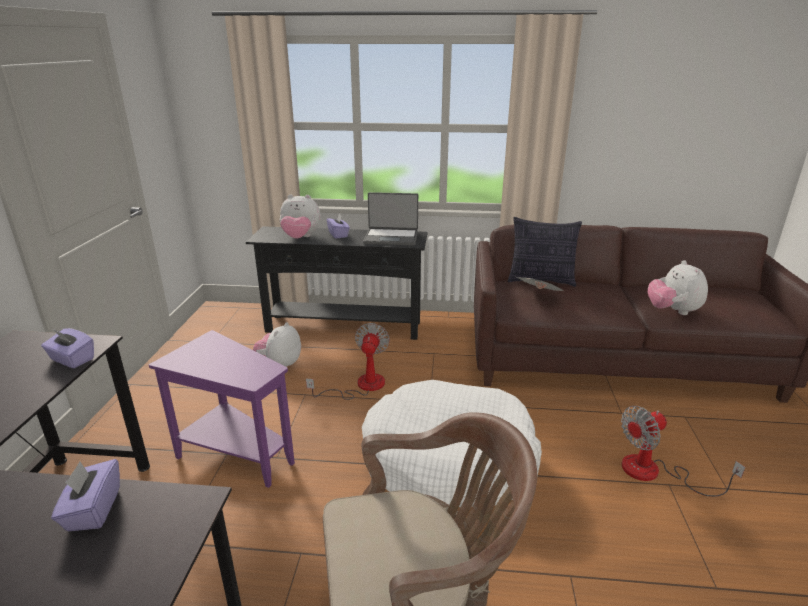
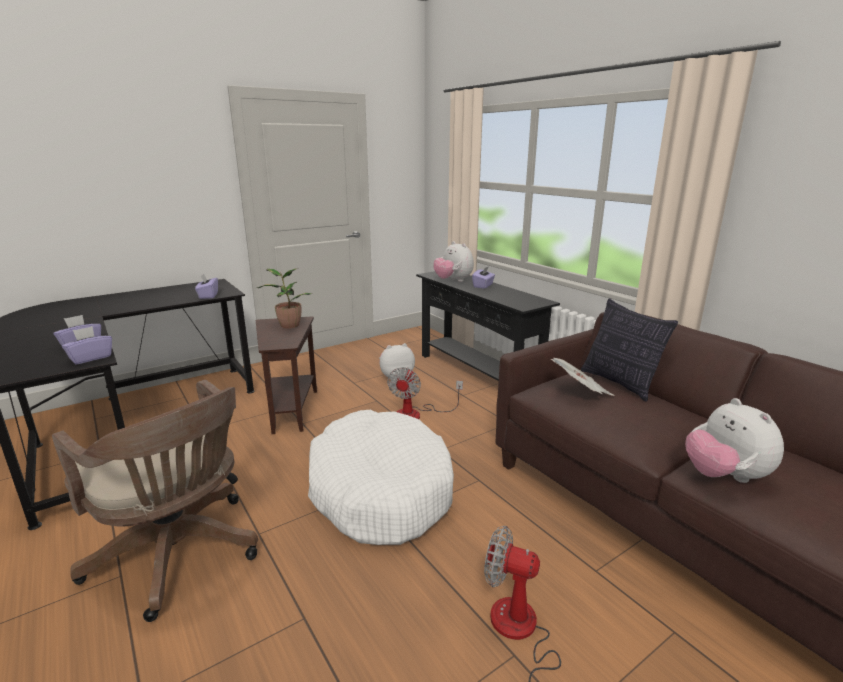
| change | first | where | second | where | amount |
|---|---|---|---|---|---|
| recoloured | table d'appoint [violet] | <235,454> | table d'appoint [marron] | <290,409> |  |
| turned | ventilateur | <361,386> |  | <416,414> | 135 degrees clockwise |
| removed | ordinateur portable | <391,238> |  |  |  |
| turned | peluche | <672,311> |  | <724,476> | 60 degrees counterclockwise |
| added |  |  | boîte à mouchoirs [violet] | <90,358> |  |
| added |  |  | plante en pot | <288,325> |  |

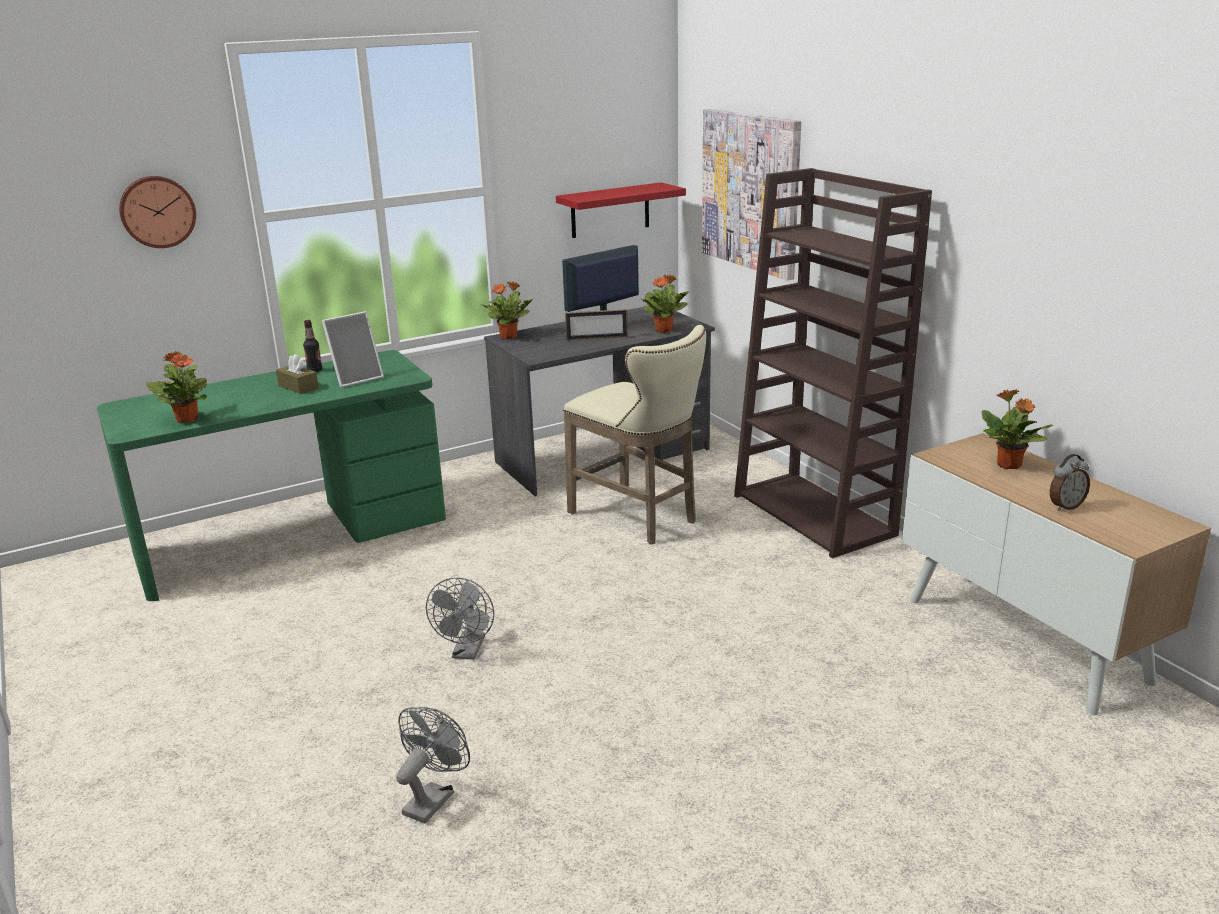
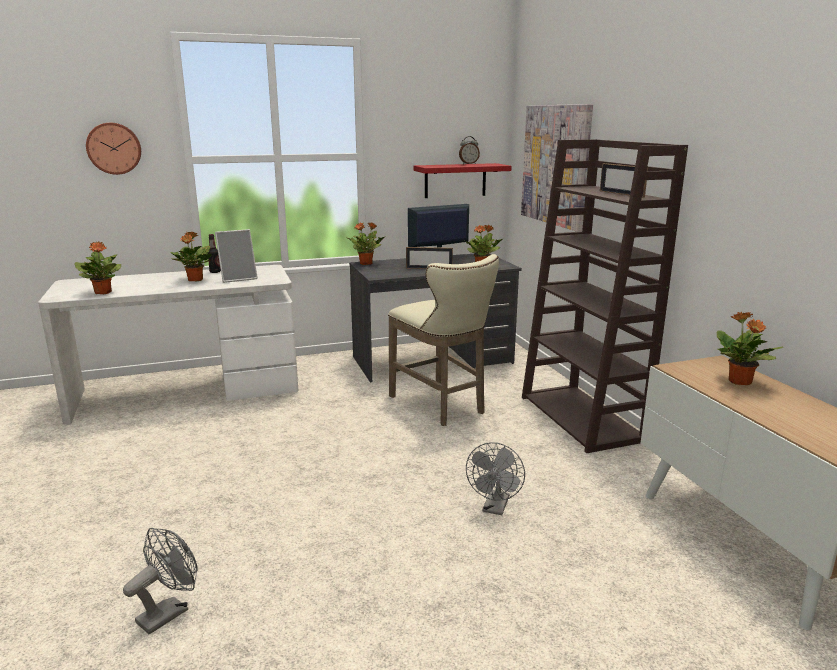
| change | first | where | second | where | amount |
|---|---|---|---|---|---|
| recoloured | bureau [vert] | <293,536> | bureau [blanc] | <187,391> |  |
| replaced | boîte à mouchoirs [marron] | <298,387> | plante en pot | <195,280> |  |
| moved | ventilateur [gris] | <467,652> |  | <495,508> |  |
| moved | réveil | <1065,506> |  | <468,164> |  |
| added |  |  | cadre photo | <621,194> |  |

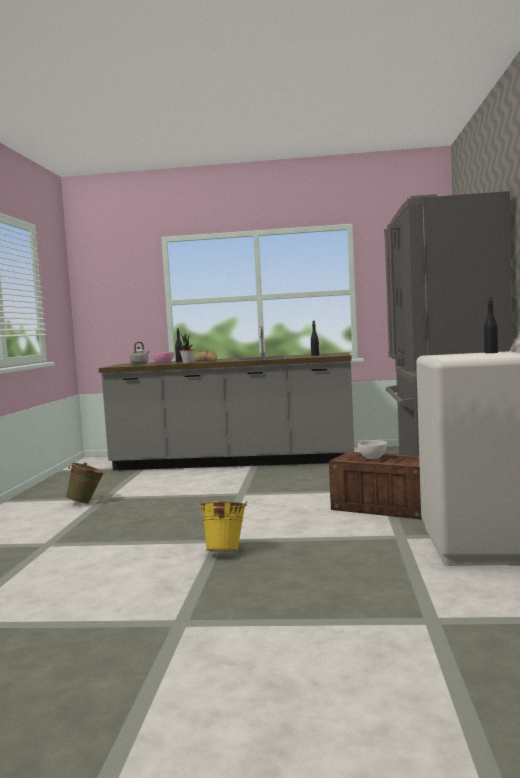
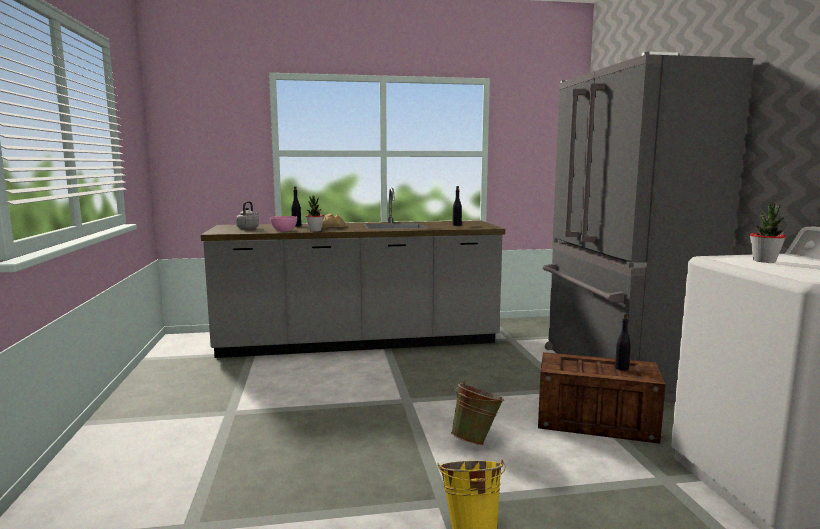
| change | first | where | second | where | amount |
|---|---|---|---|---|---|
| moved | seau [vert] | <87,502> |  | <476,440> |  |
| removed | bol [blanc] | <373,458> |  |  |  |
| moved | bouteille [noir] | <491,352> |  | <621,368> |  |
| added |  |  | plante en pot | <764,261> |  |

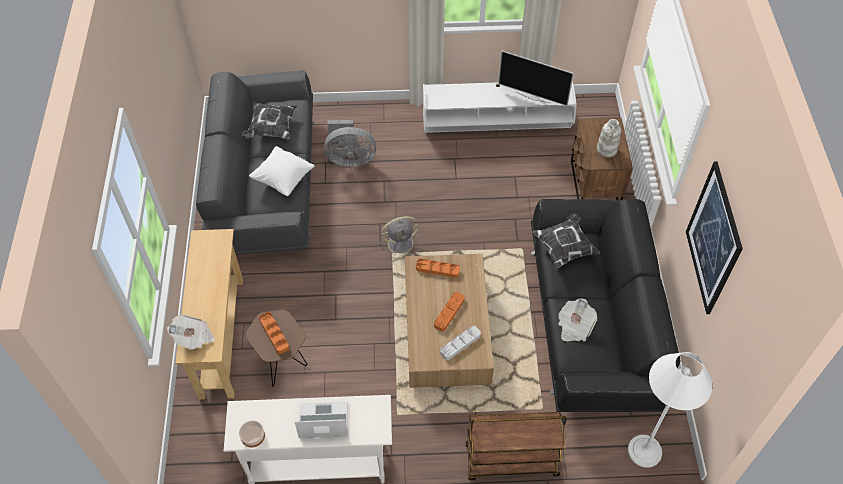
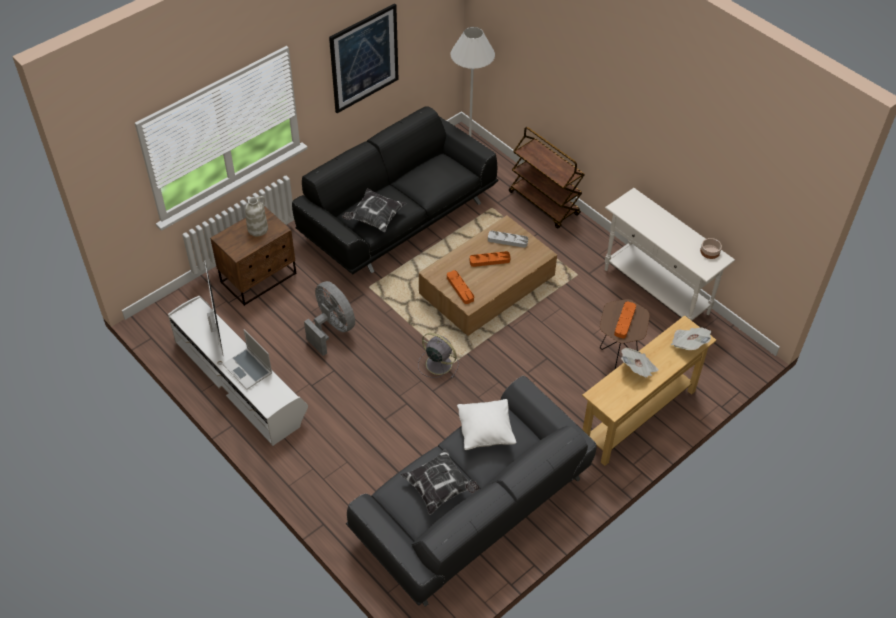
| change | first | where | second | where | amount |
|---|---|---|---|---|---|
| moved | ordinateur portable | <322,422> |  | <248,369> |  |
| moved | ventilateur [gris] | <350,158> |  | <332,329> |  |
| moved | journal | <574,326> |  | <638,369> |  |

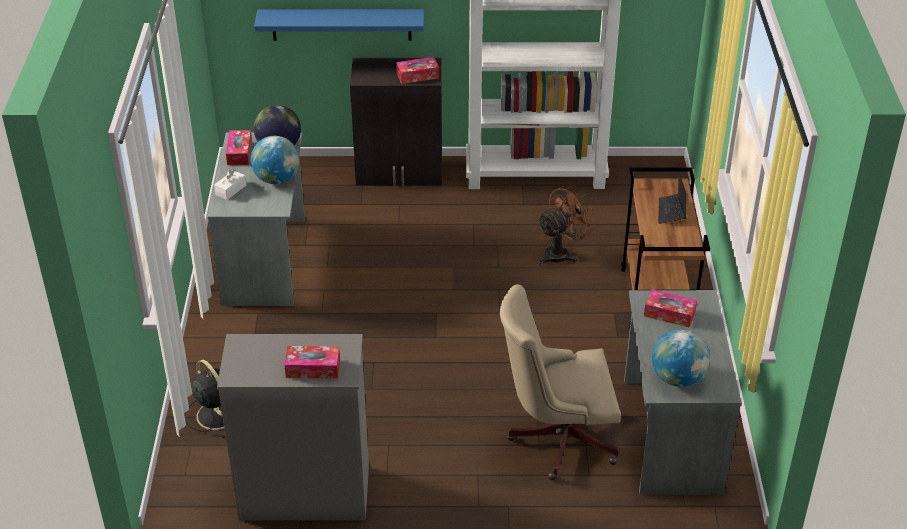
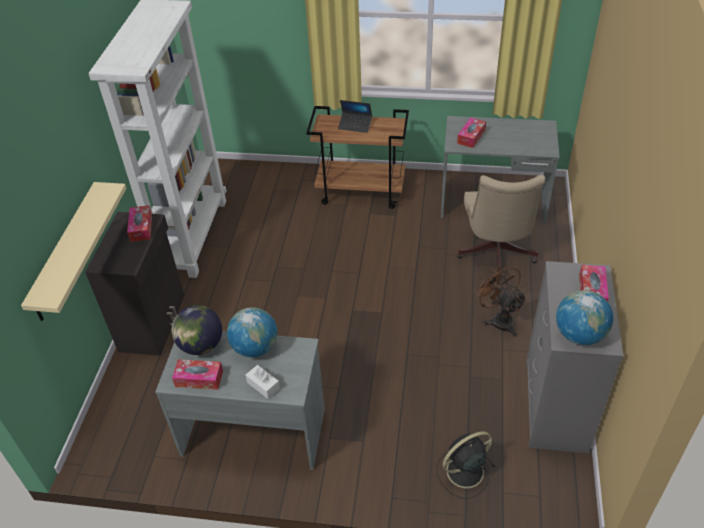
| change | first | where | second | where | amount |
|---|---|---|---|---|---|
| recoloured | étagère [bleu] | <341,24> | étagère [beige] | <66,252> |  |
| moved | ventilateur [marron] | <561,253> |  | <499,319> |  |
| moved | globe | <678,378> |  | <579,335> |  |

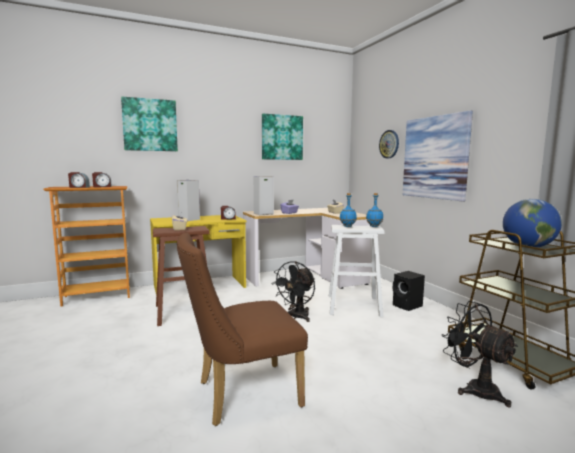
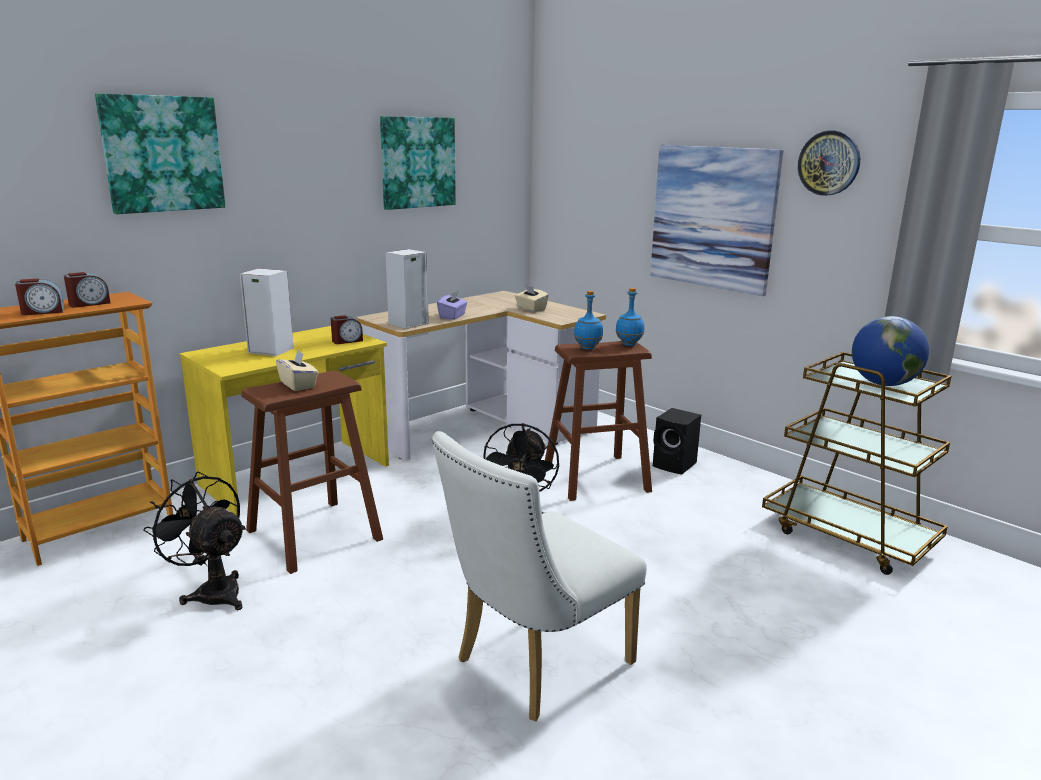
| change | first | where | second | where | amount |
|---|---|---|---|---|---|
| recoloured | chaise [marron] | <241,395> | chaise [blanc] | <534,666> |  |
| recoloured | tabouret [blanc] | <353,305> | tabouret [marron] | <595,477> |  |
| moved | horloge murale | <389,144> |  | <829,163> |  |
| moved | ventilateur [noir] | <475,388> |  | <212,591> |  |

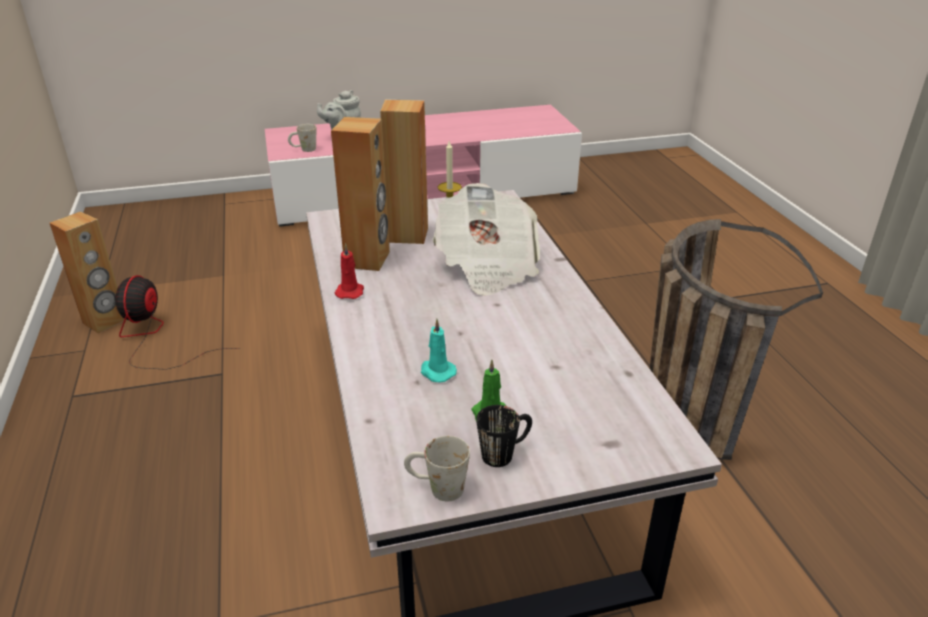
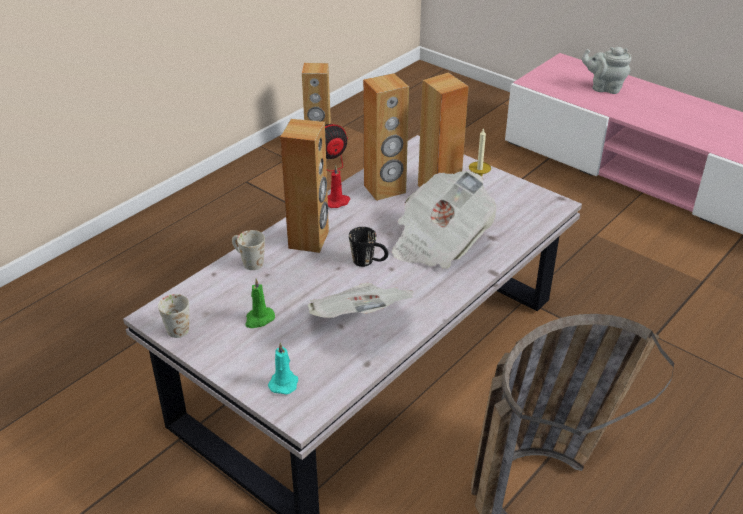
| change | first | where | second | where | amount |
|---|---|---|---|---|---|
| moved | mug [blanc] | <304,150> |  | <248,262> |  |
| moved | bougie [turquoise] | <436,372> |  | <284,383> |  |
| moved | mug [noir] | <505,452> |  | <369,262> |  |
| added |  |  | enceinte [marron] | <309,240> |  |
| added |  |  | journal | <359,321> |  |

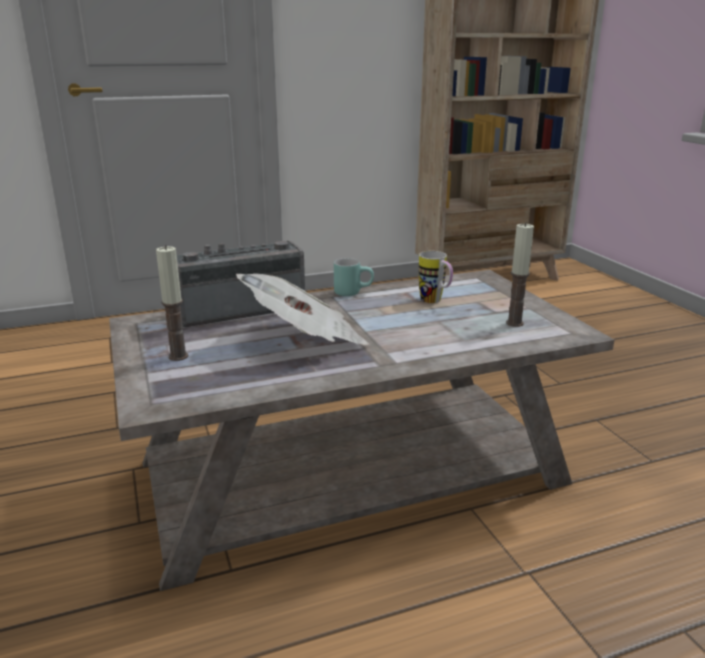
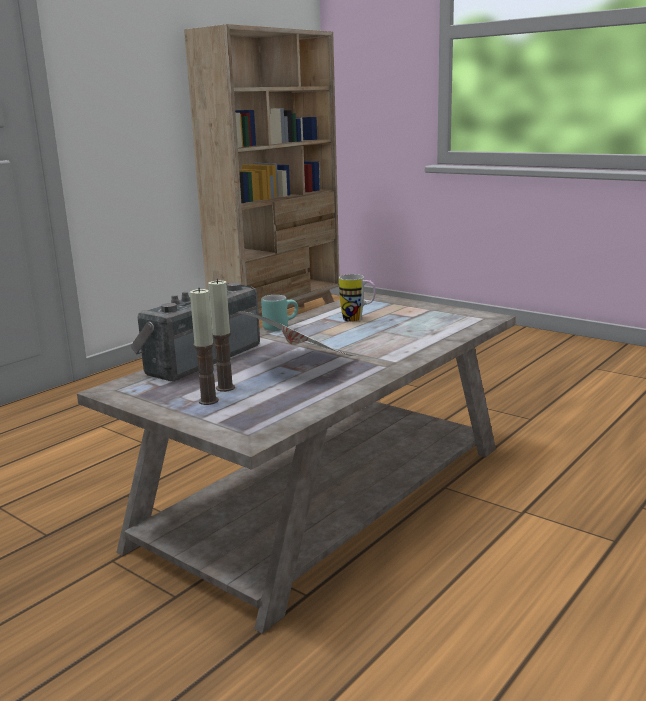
| change | first | where | second | where | amount |
|---|---|---|---|---|---|
| moved | bougie | <514,323> |  | <225,388> |  |

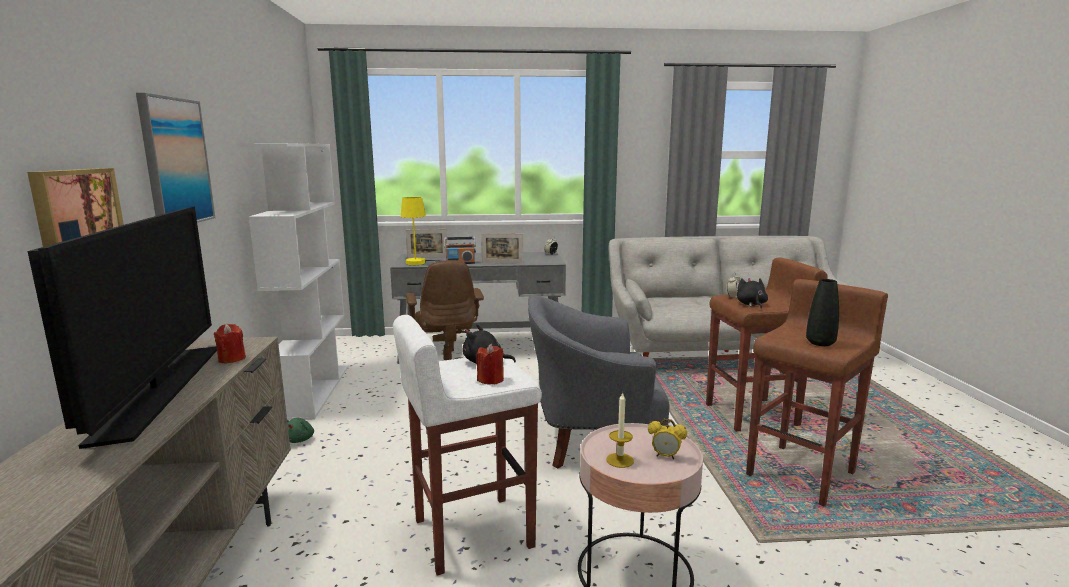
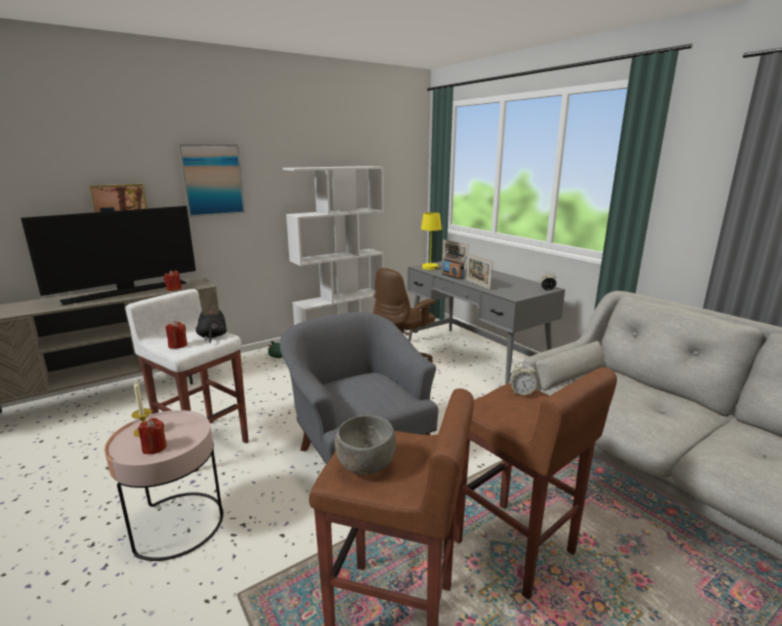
| change | first | where | second | where | amount |
|---|---|---|---|---|---|
| replaced | réveil | <665,456> | bougie [rouge] | <154,448> |  |
| removed | peluche [noir] | <751,305> |  |  |  |
| replaced | vase [noir] | <820,343> | bol [gris] | <365,466> |  |

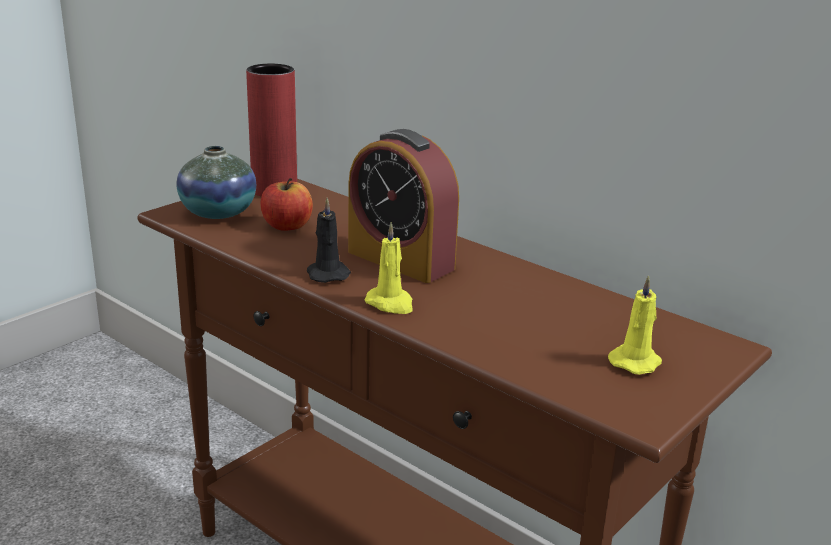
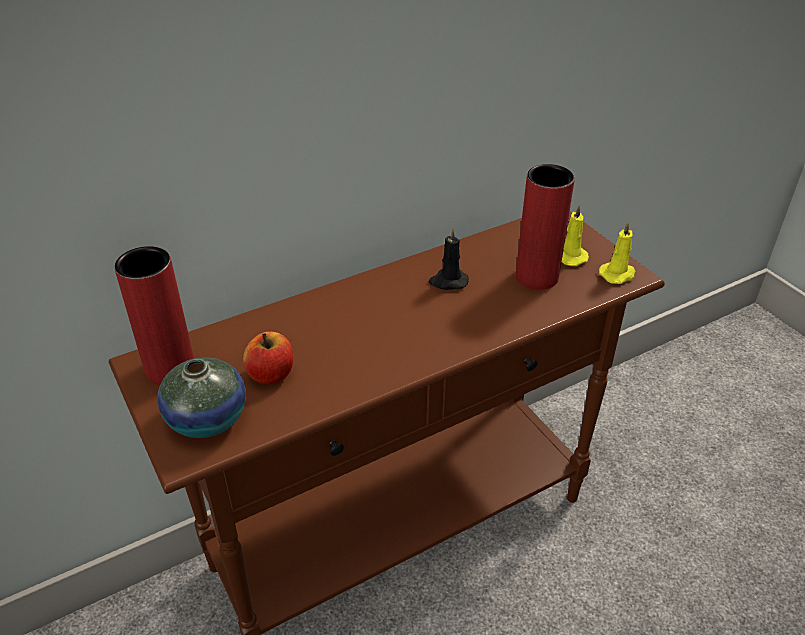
| change | first | where | second | where | amount |
|---|---|---|---|---|---|
| moved | bougie [noir] | <327,274> |  | <448,281> |  |
| removed | réveil | <401,260> |  |  |  |
| moved | bougie [jaune] | <390,304> |  | <618,274> |  |
| added |  |  | vase [rouge] | <536,277> |  |

